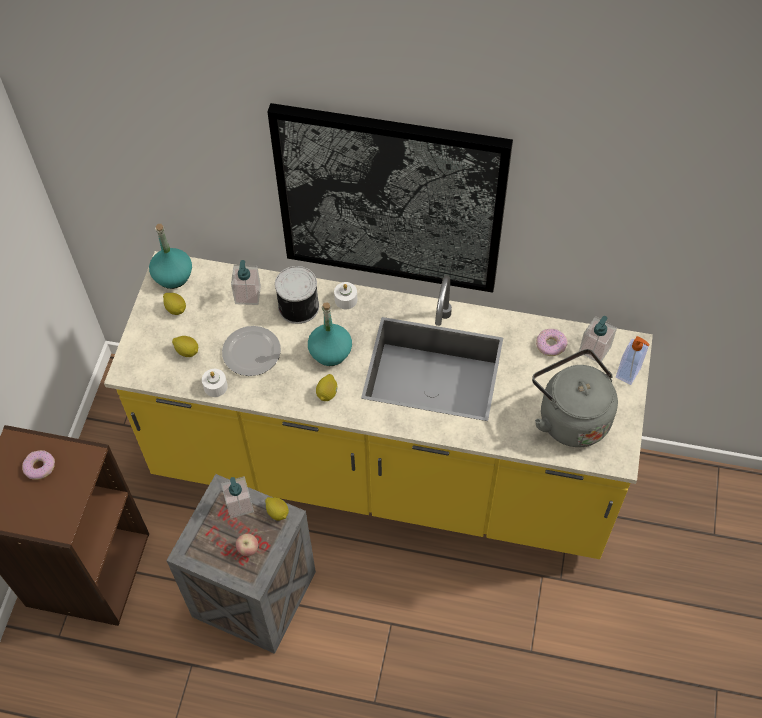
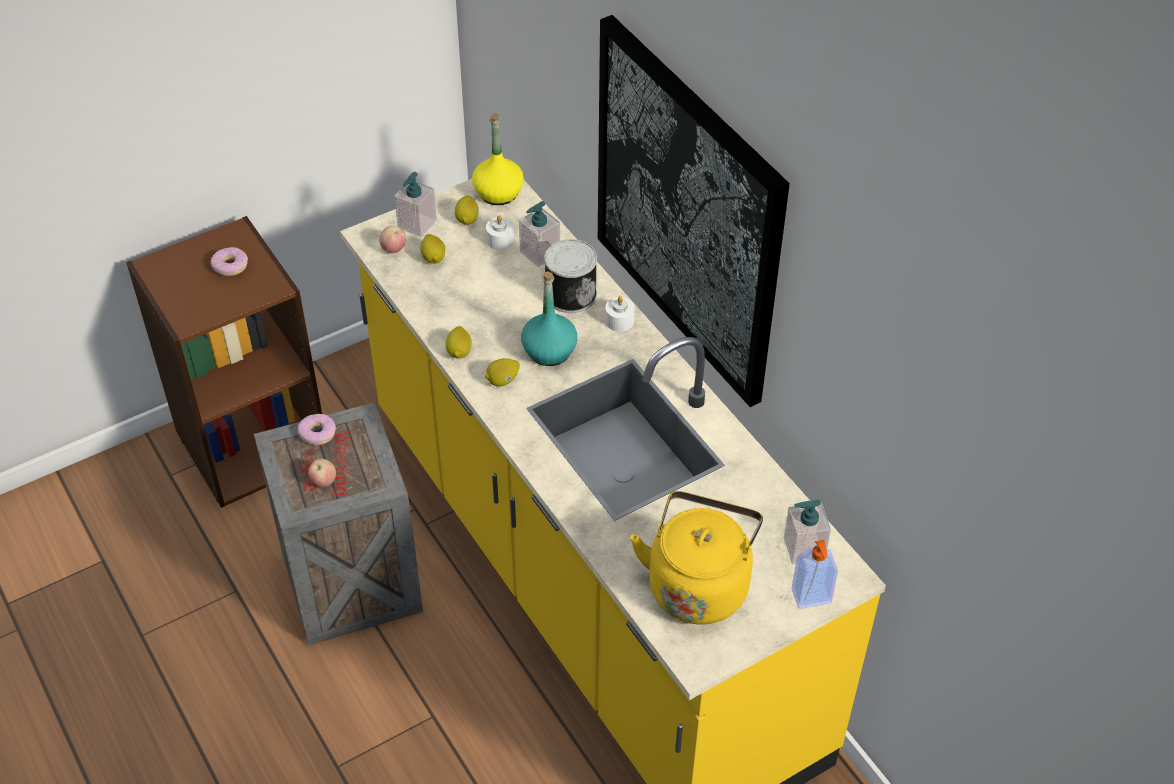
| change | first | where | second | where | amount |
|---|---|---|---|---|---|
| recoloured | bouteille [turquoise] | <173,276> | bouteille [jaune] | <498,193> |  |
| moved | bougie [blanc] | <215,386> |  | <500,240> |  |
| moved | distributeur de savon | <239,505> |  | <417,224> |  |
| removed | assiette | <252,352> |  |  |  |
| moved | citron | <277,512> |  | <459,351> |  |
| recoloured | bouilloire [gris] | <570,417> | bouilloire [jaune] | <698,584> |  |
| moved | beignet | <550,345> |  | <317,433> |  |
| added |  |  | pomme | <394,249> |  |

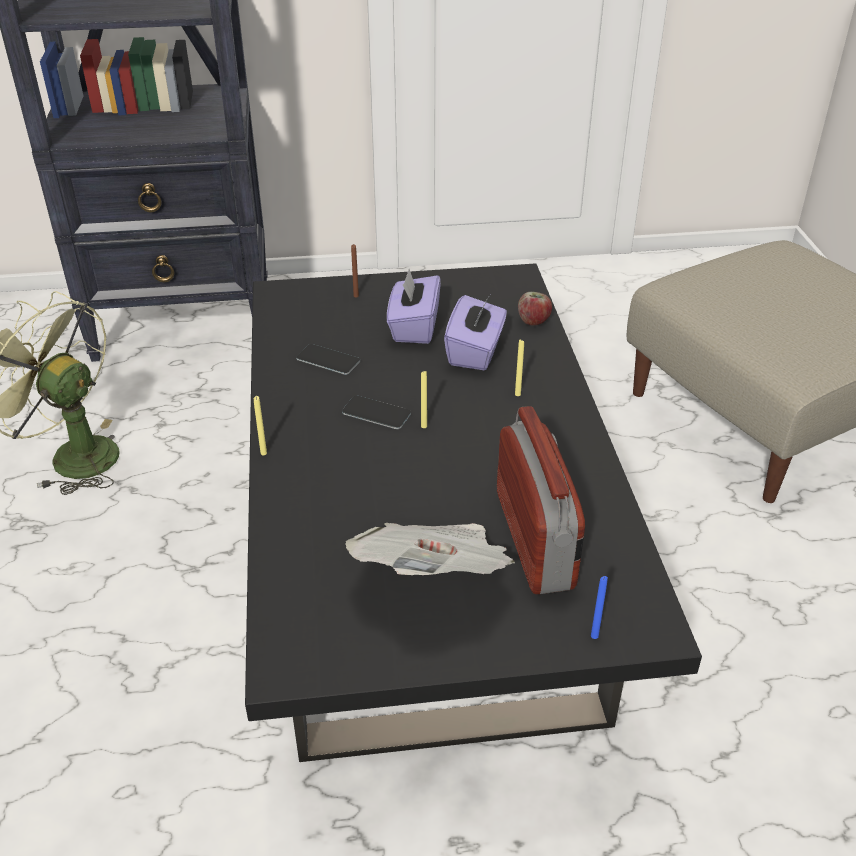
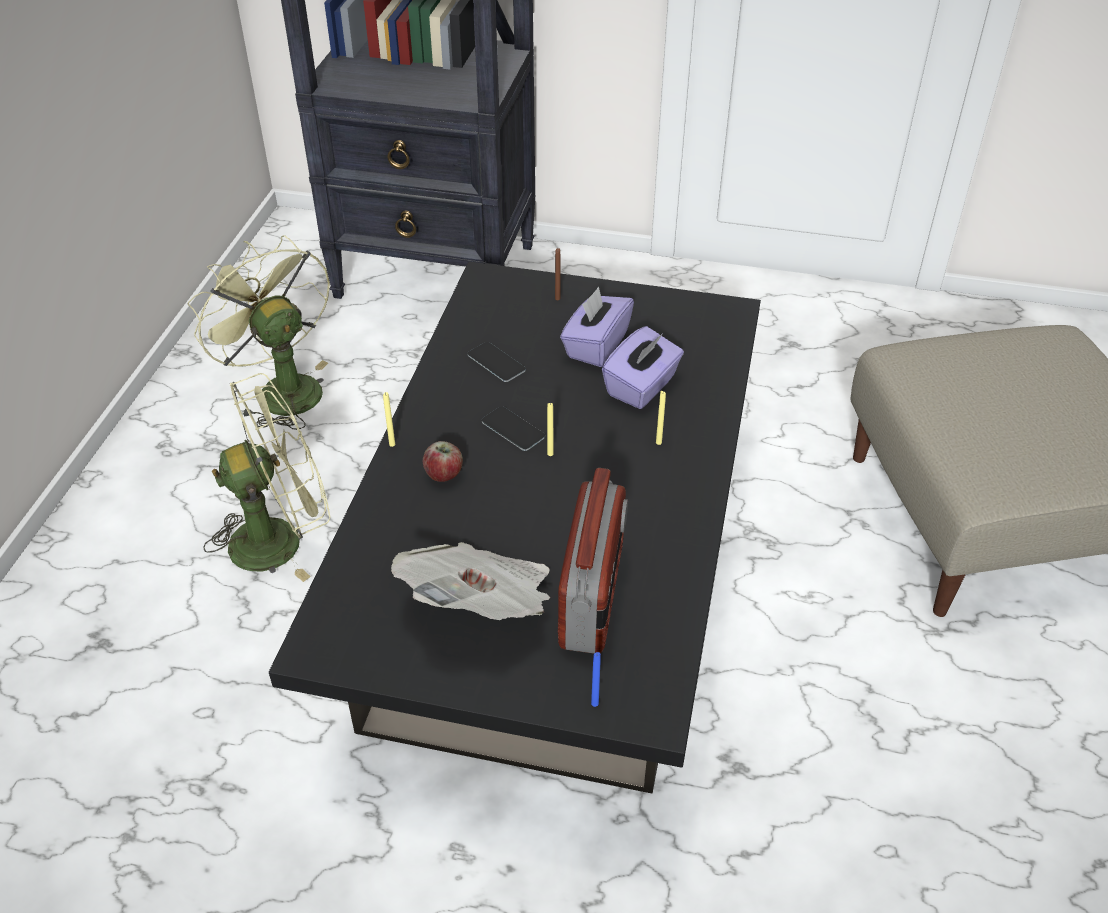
| change | first | where | second | where | amount |
|---|---|---|---|---|---|
| moved | pomme | <533,321> |  | <444,474> |  |
| added |  |  | ventilateur [vert] | <281,538> |  |

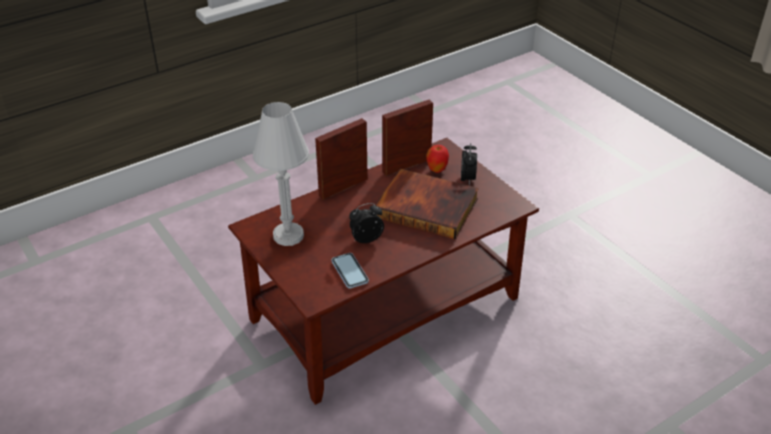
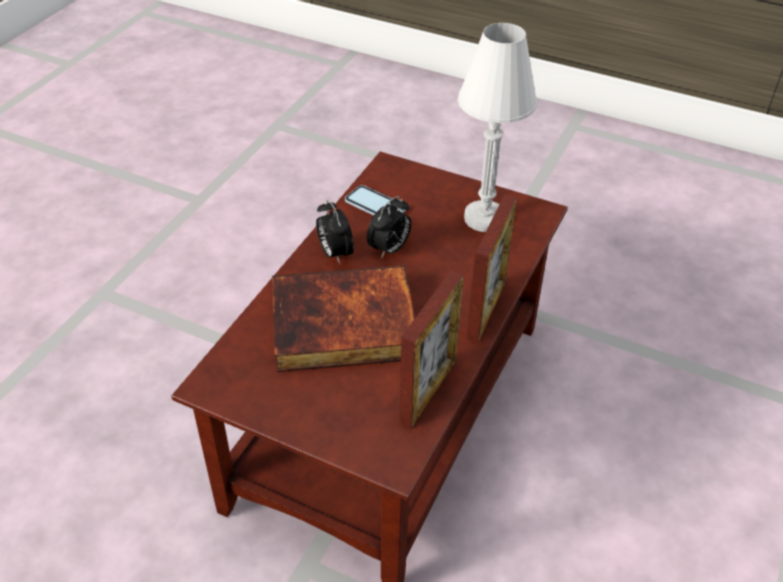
| change | first | where | second | where | amount |
|---|---|---|---|---|---|
| removed | pomme | <437,170> |  |  |  |
| moved | réveil | <467,179> |  | <335,253> |  |

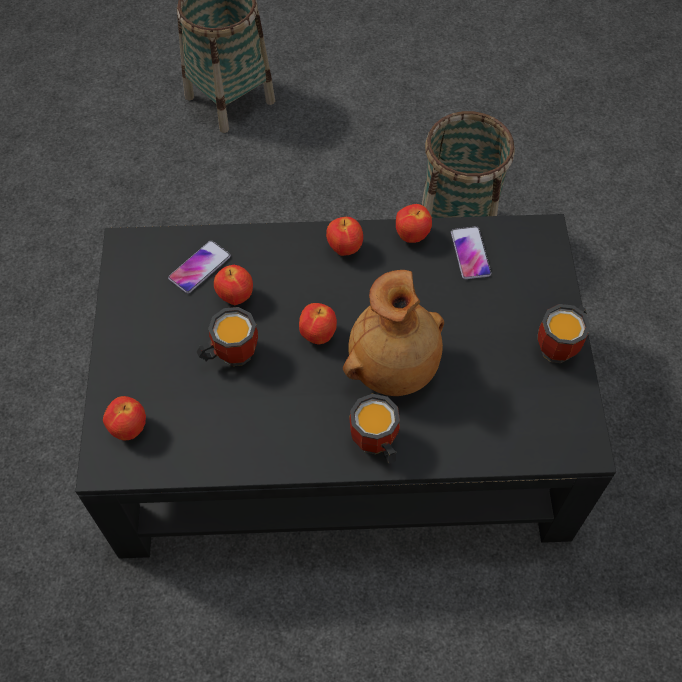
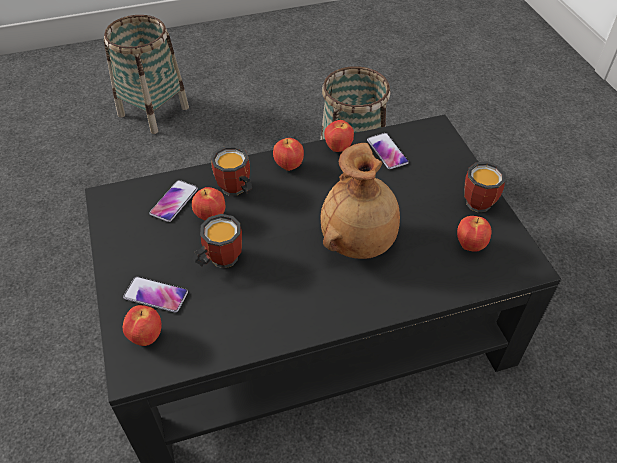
| change | first | where | second | where | amount |
|---|---|---|---|---|---|
| moved | pomme | <317,334> |  | <469,245> |  |
| moved | mug | <374,446> |  | <235,190> |  |
| added |  |  | téléphone | <156,295> |  |

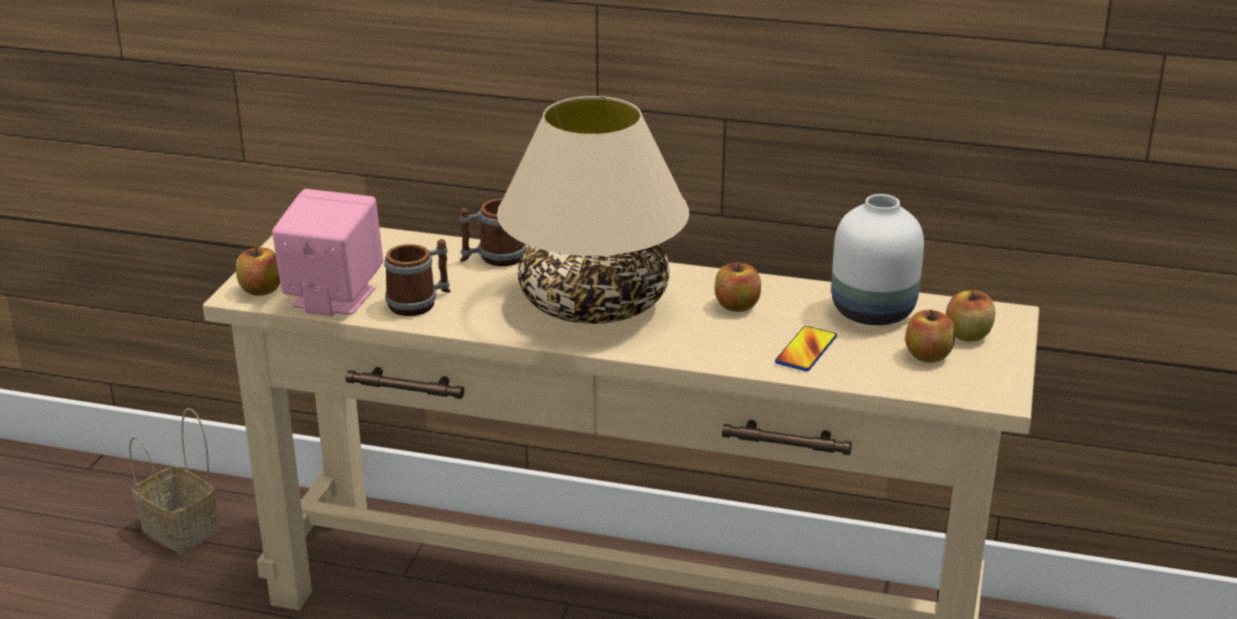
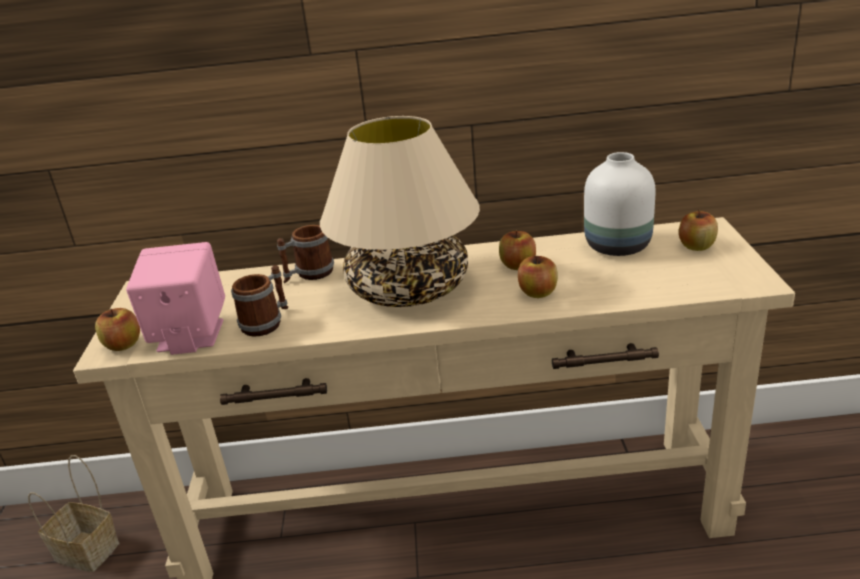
| change | first | where | second | where | amount |
|---|---|---|---|---|---|
| removed | téléphone | <806,350> |  |  |  |
| moved | pomme | <928,356> |  | <538,293> |  |

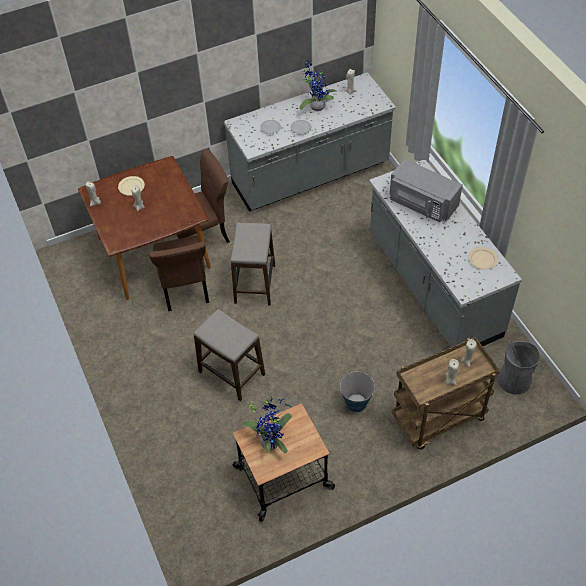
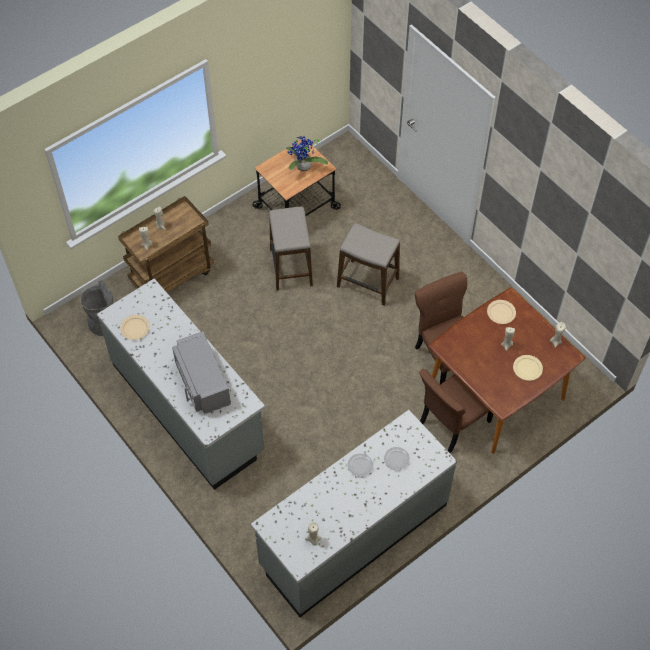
| change | first | where | second | where | amount |
|---|---|---|---|---|---|
| moved | tabouret | <254,284> |  | <291,267> |  |
| removed | plante en pot | <316,106> |  |  |  |
| removed | seau | <356,403> |  |  |  |
| turned | micro-ondes [gris] | <422,203> |  | <202,383> | 135 degrees counterclockwise |
| added |  |  | assiette [beige] | <501,312> |  |

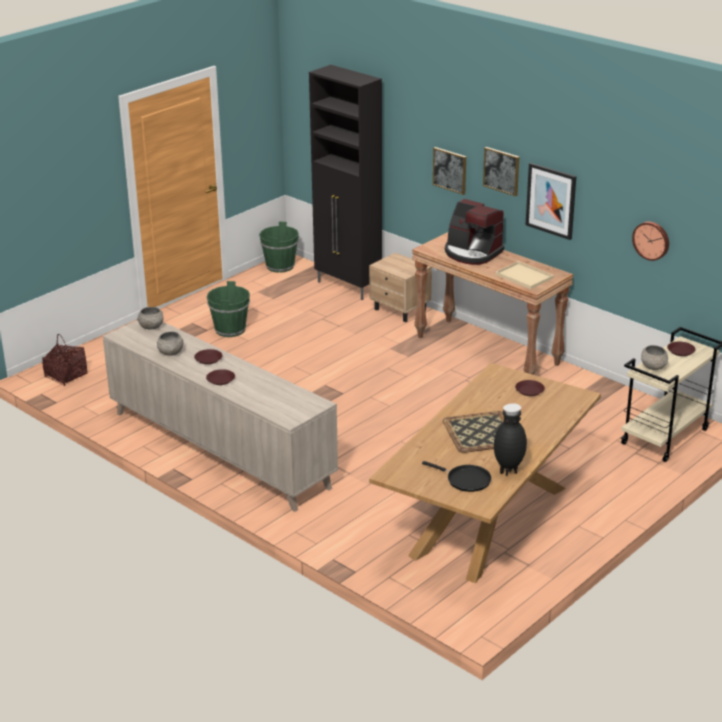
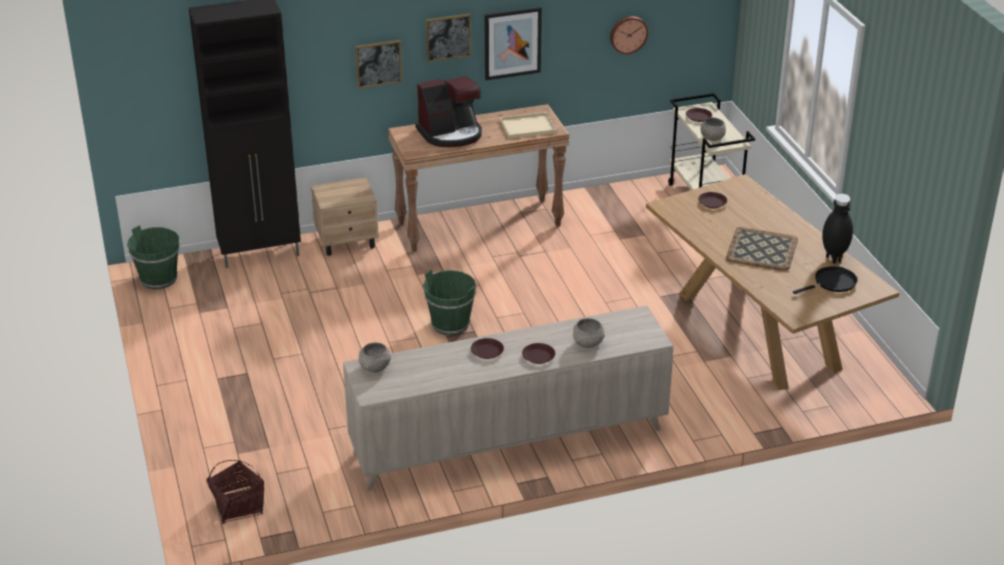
| change | first | where | second | where | amount |
|---|---|---|---|---|---|
| moved | bol [gris] | <171,353> |  | <588,343> |  |
| moved | seau [vert] | <230,330> |  | <450,324> |  |

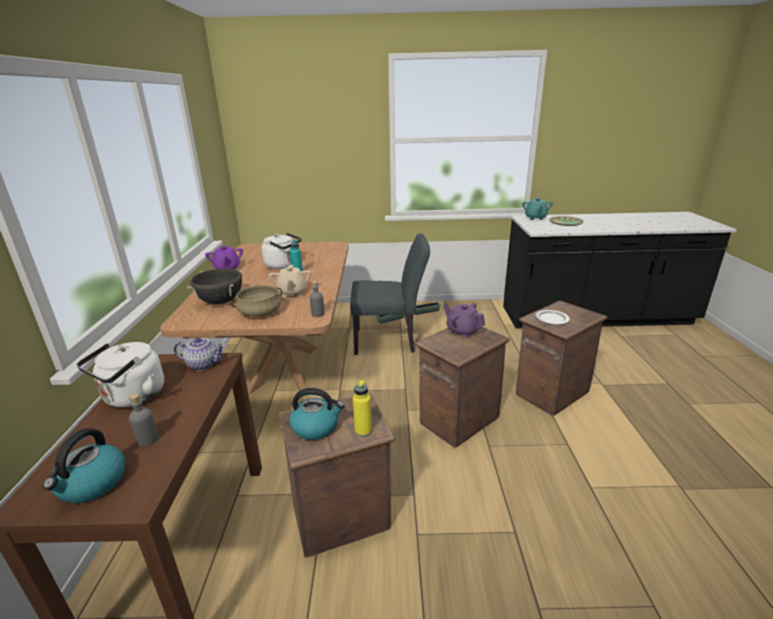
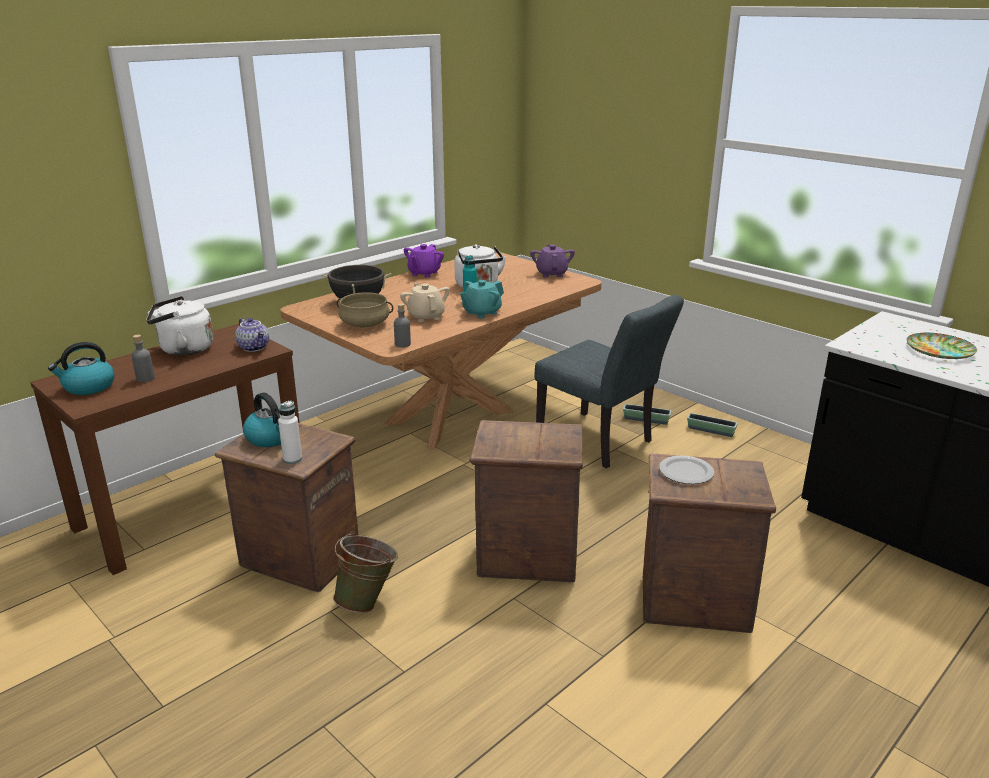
| change | first | where | second | where | amount |
|---|---|---|---|---|---|
| turned | théière [beige] | <292,293> |  | <426,317> | 120 degrees clockwise |
| recoloured | bouteille [jaune] | <363,431> | bouteille [blanc] | <292,459> |  |
| moved | théière [violet] | <462,331> |  | <551,274> |  |
| moved | théière [turquoise] | <535,218> |  | <481,313> |  |
| added |  |  | seau [vert] | <368,601> |  |

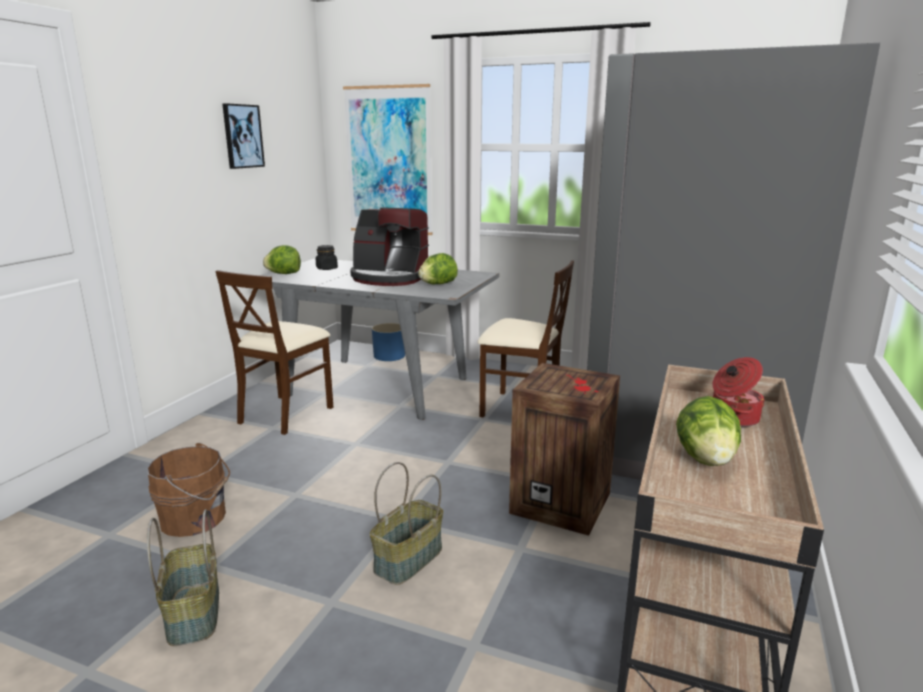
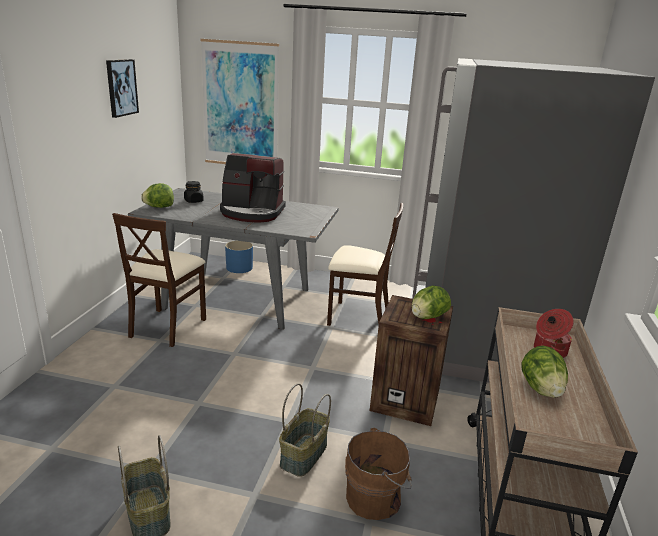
| change | first | where | second | where | amount |
|---|---|---|---|---|---|
| moved | seau [marron] | <196,519> |  | <376,497> |  |
| moved | laitue | <438,284> |  | <427,317> |  |

